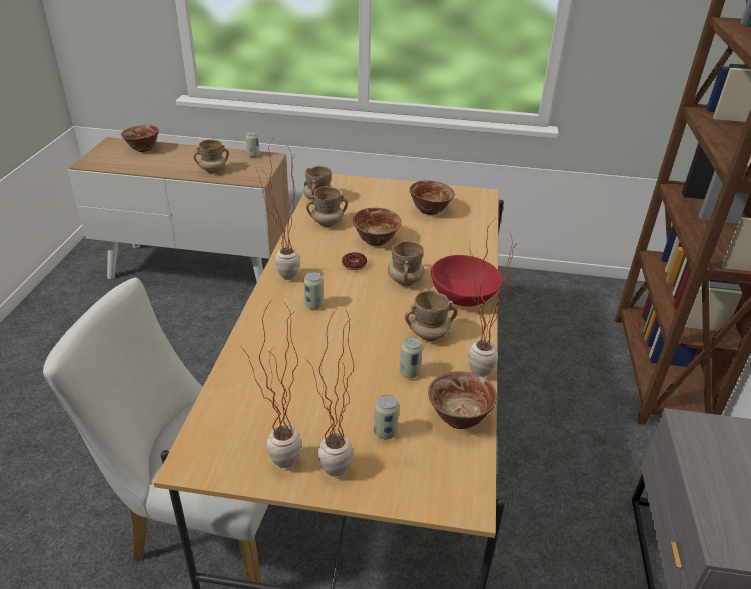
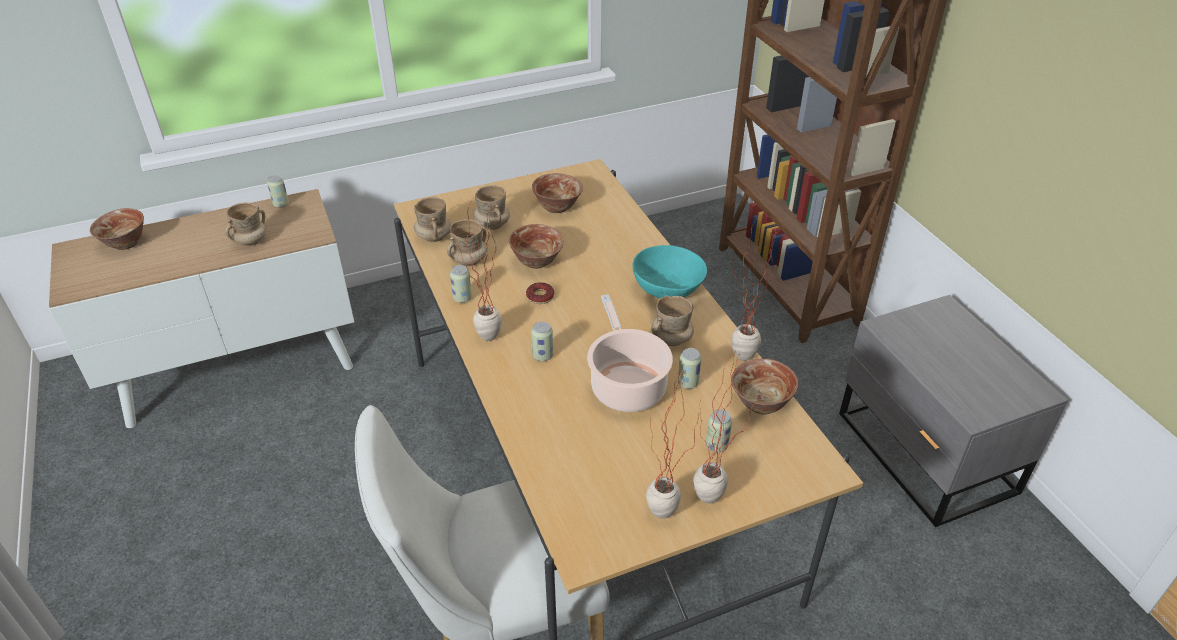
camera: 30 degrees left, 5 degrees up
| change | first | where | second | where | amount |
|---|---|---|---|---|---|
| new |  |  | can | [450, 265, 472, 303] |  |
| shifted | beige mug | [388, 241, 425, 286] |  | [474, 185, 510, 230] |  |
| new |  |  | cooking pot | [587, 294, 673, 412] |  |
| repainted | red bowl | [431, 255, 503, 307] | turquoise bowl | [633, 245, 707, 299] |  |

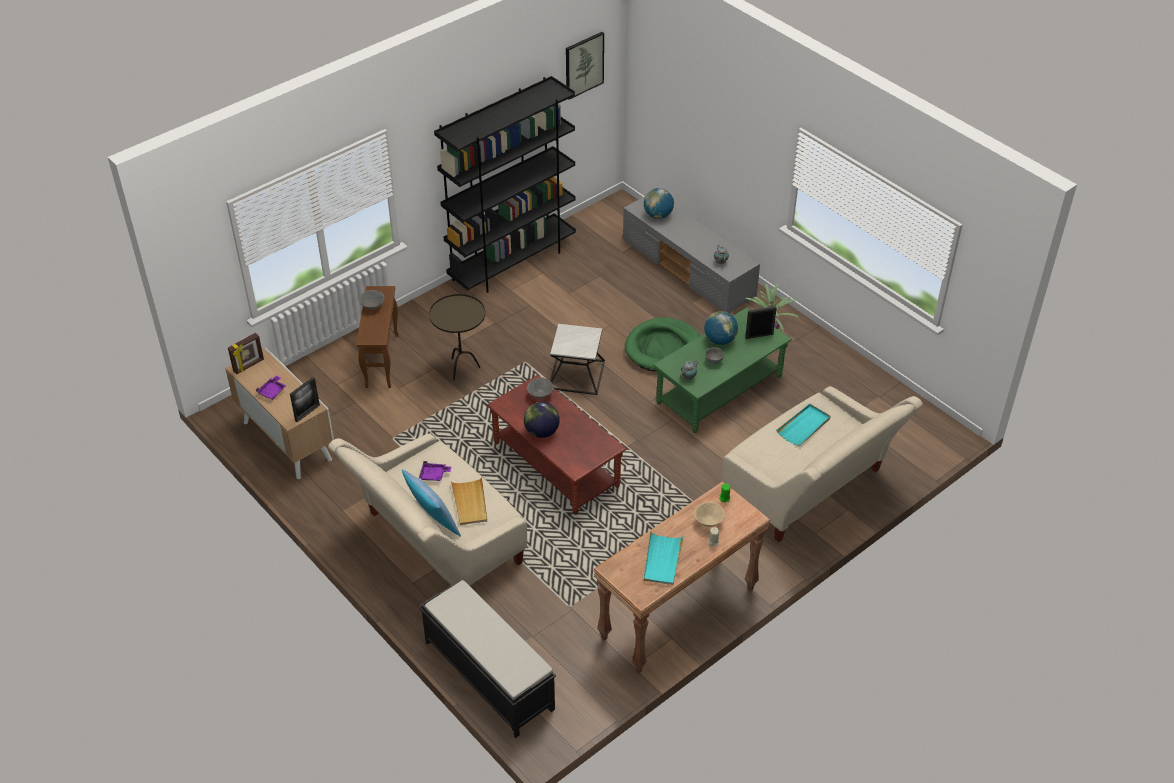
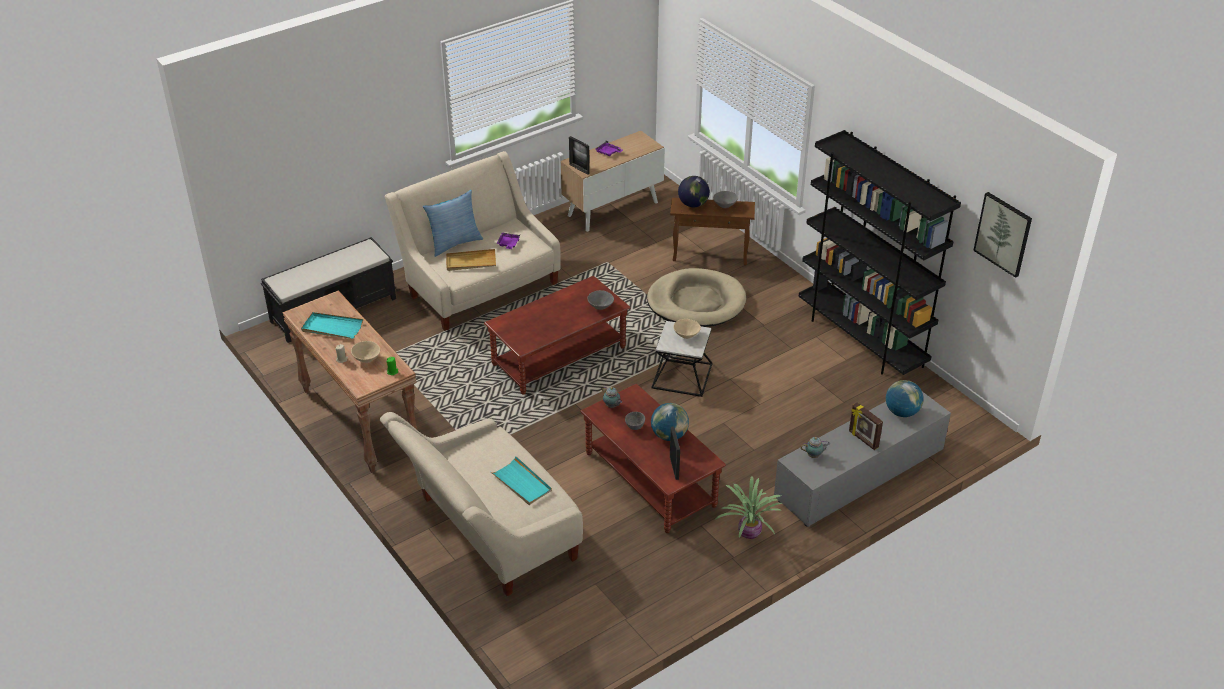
camera: 95 degrees right, 5 degrees down
| change | first | where | second | where | amount |
|---|---|---|---|---|---|
| repainted | green coffee table | [653, 308, 792, 433] | brown coffee table | [580, 384, 726, 533] |  |
| swapped | brown side table | [429, 294, 485, 381] | beige dog bed | [647, 268, 746, 327] |  |
| new |  |  | beige bowl | [673, 319, 701, 339] |  |
| shifted | globe | [524, 402, 560, 438] |  | [678, 176, 710, 207] |  |
| shifted | picture frame | [228, 333, 264, 374] |  | [849, 402, 883, 450] |  |
| gone | green dog bed | [625, 317, 699, 372] |  |  |  |

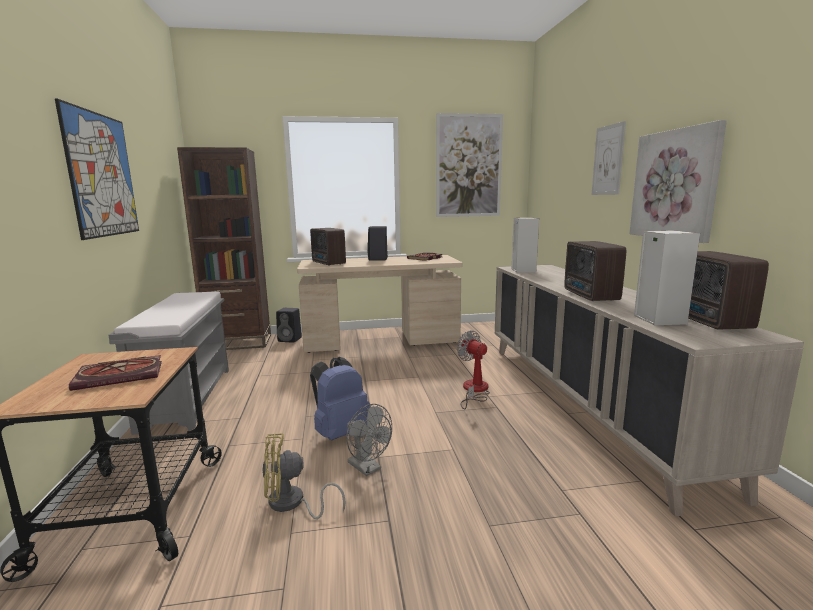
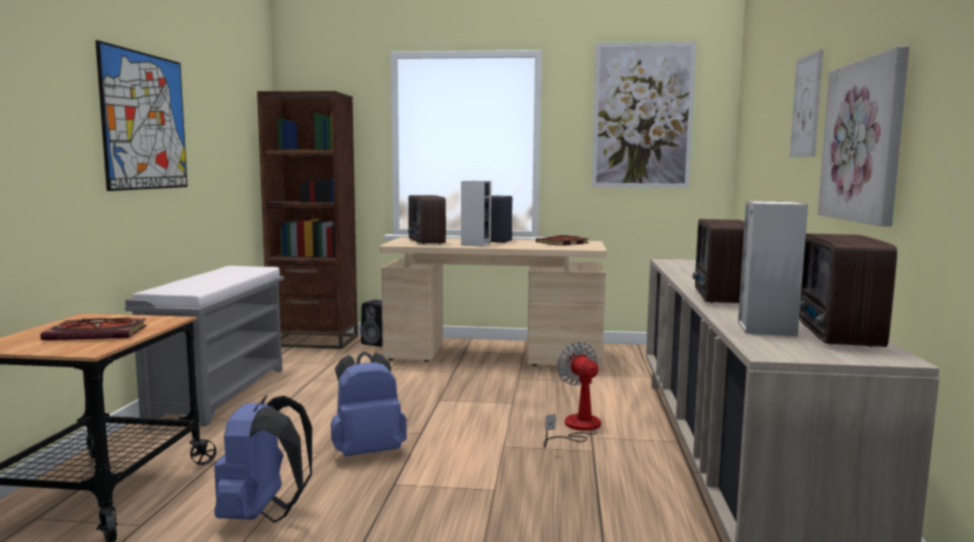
camera: 15 degrees right, 5 degrees down
| change | first | where | second | where | amount |
|---|---|---|---|---|---|
| swapped | yellow fan | [262, 433, 346, 519] | blue backpack | [214, 396, 312, 523] |  |
| shifted | speaker | [512, 218, 539, 272] |  | [461, 181, 491, 247] |  |
| gone | grey fan | [346, 404, 392, 476] |  |  |  |

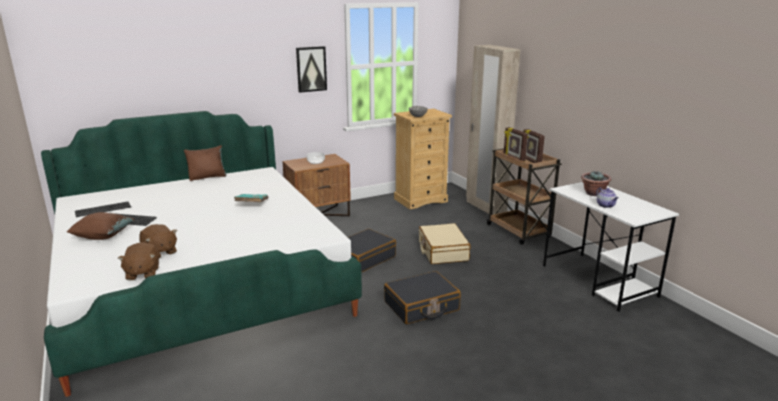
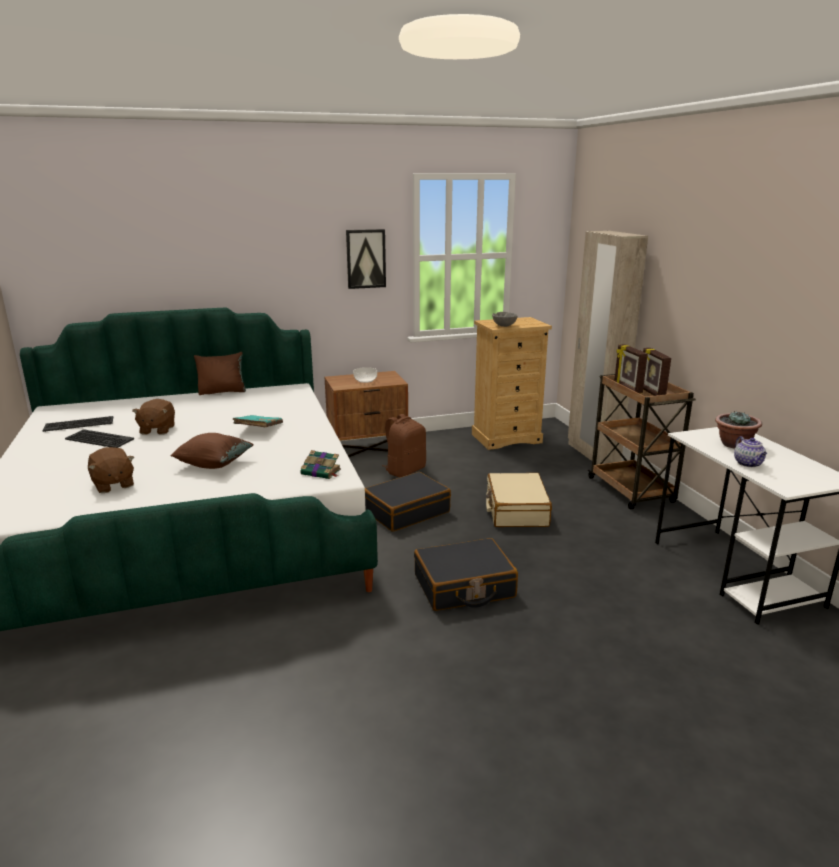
camera: 10 degrees right, 0 degrees up
| change | first | where | second | where | amount |
|---|---|---|---|---|---|
| shifted | brown plush toy | [117, 242, 159, 280] |  | [132, 399, 175, 435] |  |
| shifted | brown pillow | [67, 212, 134, 240] |  | [170, 433, 254, 469] |  |
| new |  |  | book | [300, 450, 341, 479] |  |
| new |  |  | brown backpack | [382, 414, 426, 477] |  |

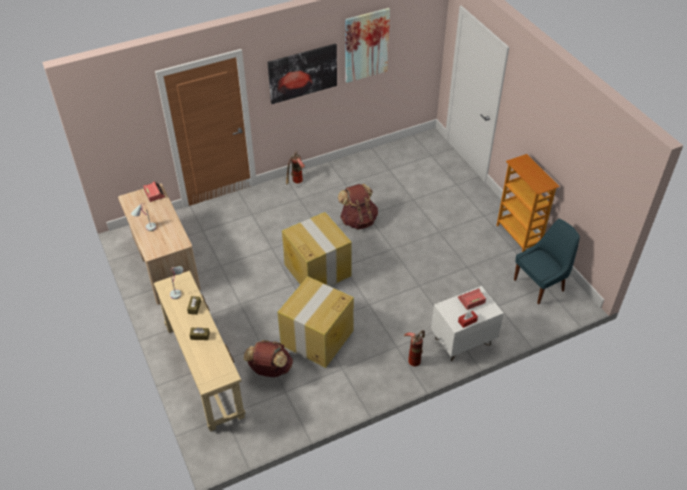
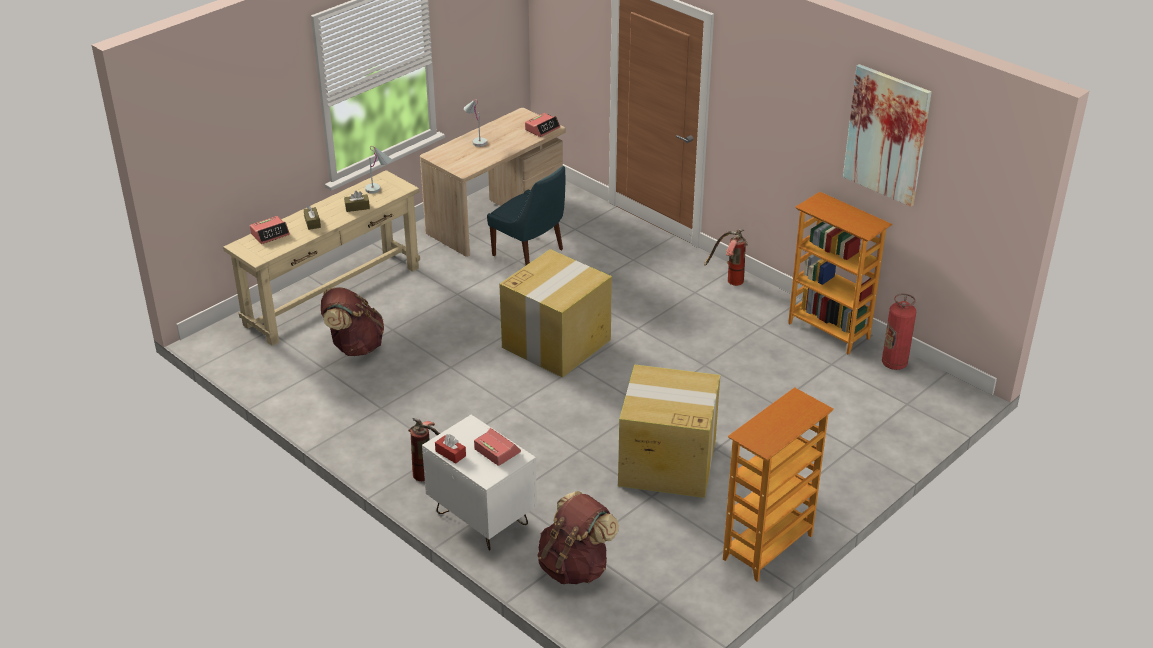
camera: 70 degrees right, 10 degrees down
| change | first | where | second | where | amount |
|---|---|---|---|---|---|
| new |  |  | alarm clock | [250, 216, 290, 244] |  |
| shifted | blue chair | [514, 219, 580, 305] |  | [487, 166, 565, 265] |  |
| shifted | brown backpack | [338, 184, 378, 230] |  | [537, 491, 619, 584] |  |
| shifted | cardboard box | [278, 276, 354, 368] |  | [618, 364, 720, 498] |  |
| new |  |  | bookcase | [788, 192, 892, 355] |  |
| new |  |  | fire extinguisher | [882, 293, 916, 370] |  |
| gone | picture | [267, 44, 337, 104] |  |  |  |

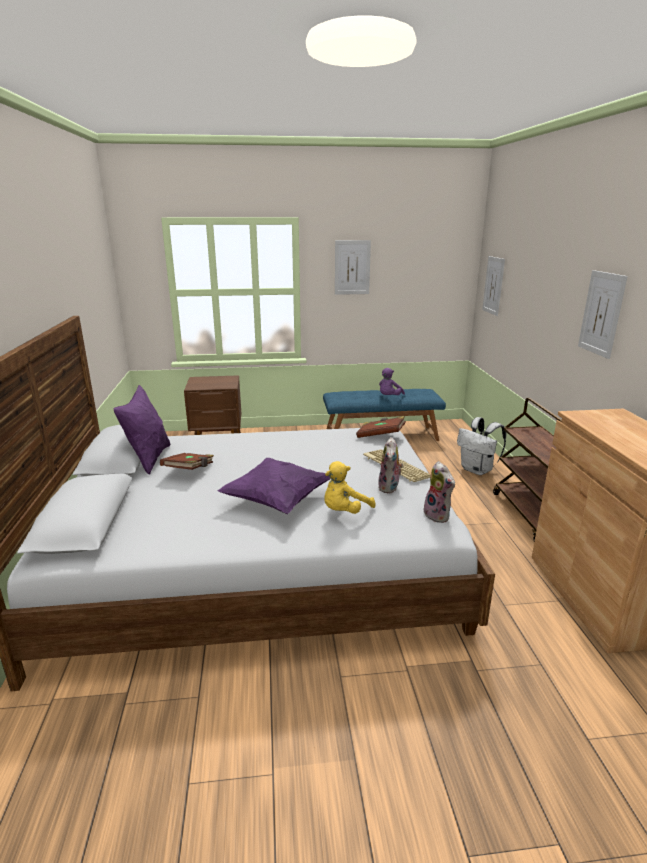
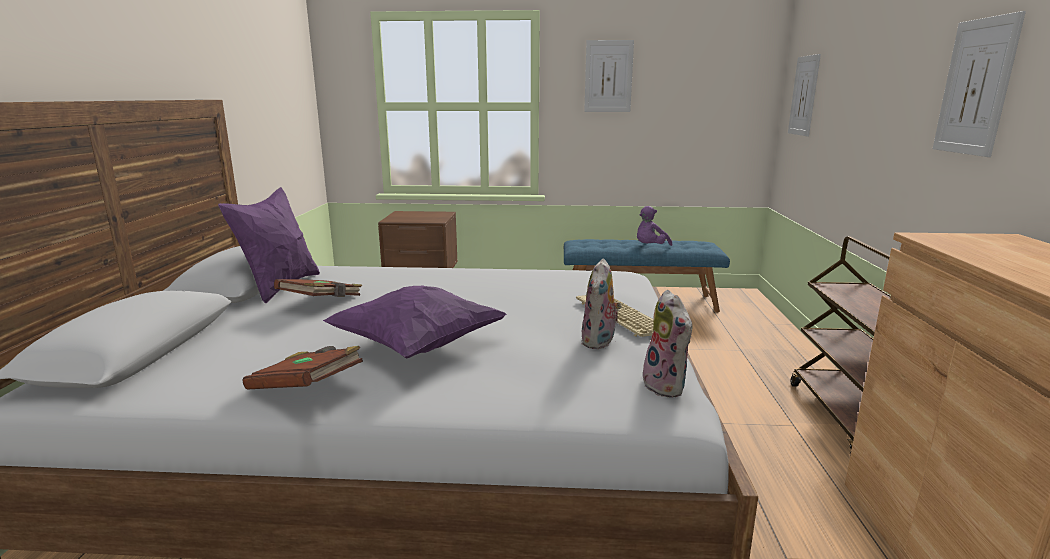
camera: 10 degrees right, 5 degrees down
| change | first | where | second | where | amount |
|---|---|---|---|---|---|
| shifted | brown book | [356, 416, 406, 438] |  | [242, 346, 363, 390] |  |
| gone | yellow plush toy | [324, 461, 375, 514] |  |  |  |
| gone | white backpack | [457, 417, 506, 475] |  |  |  |

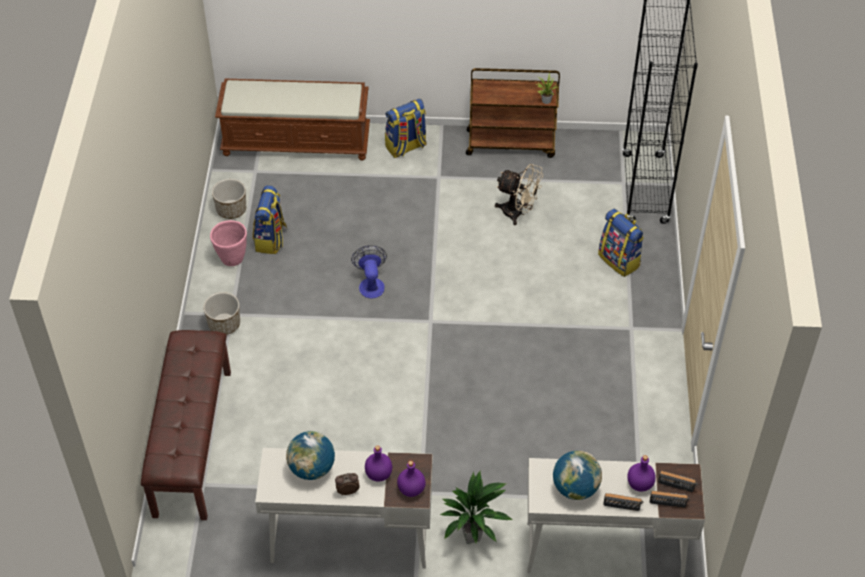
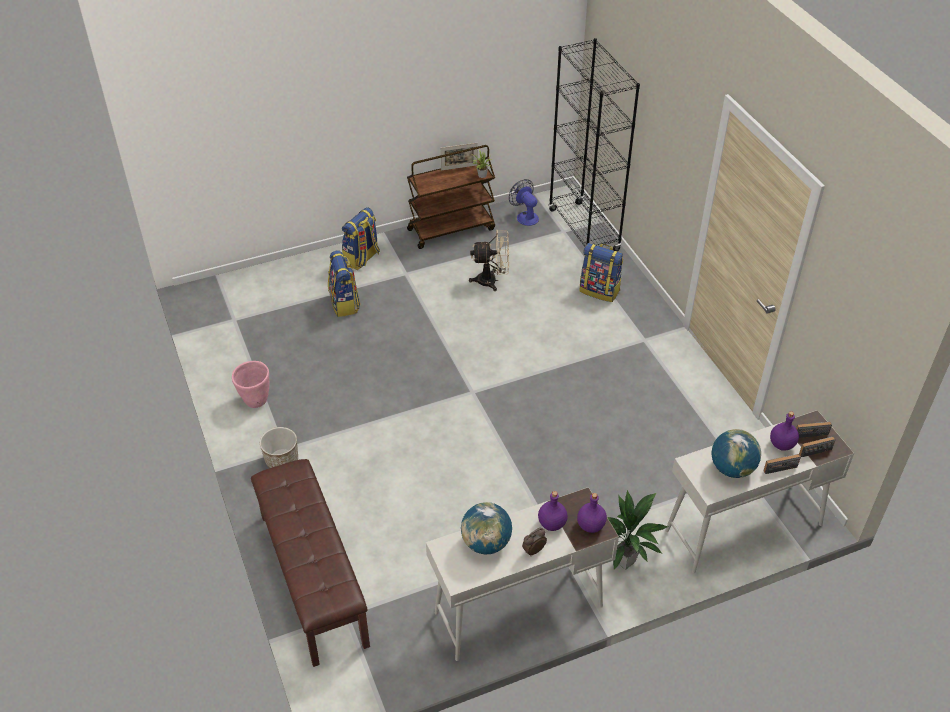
camera: 25 degrees left, 5 degrees down
| change | first | where | second | where | amount |
|---|---|---|---|---|---|
| shifted | backpack | [253, 185, 287, 254] |  | [328, 250, 360, 317] |  |
| new |  |  | picture frame | [440, 143, 478, 170] |  |
| shifted | fan | [351, 245, 387, 298] |  | [509, 179, 539, 226] |  |
| gone | planter | [212, 179, 246, 219] |  |  |  |
| gone | brown bench | [215, 78, 370, 160] |  |  |  |

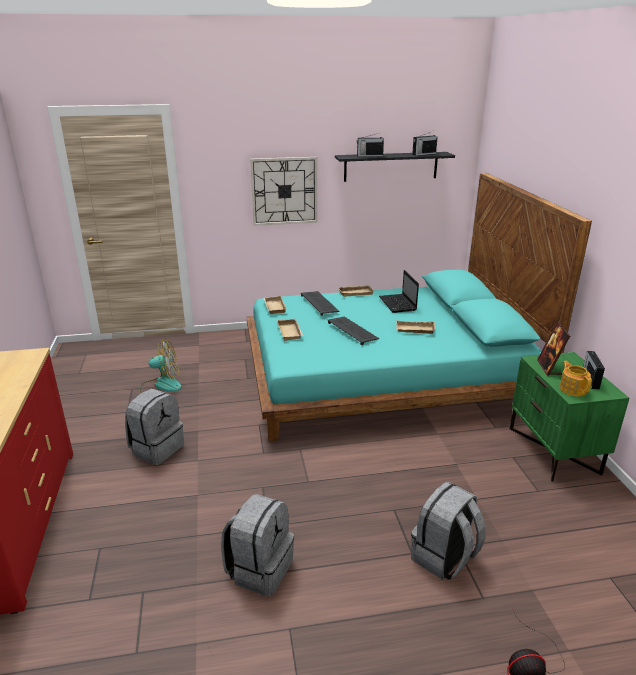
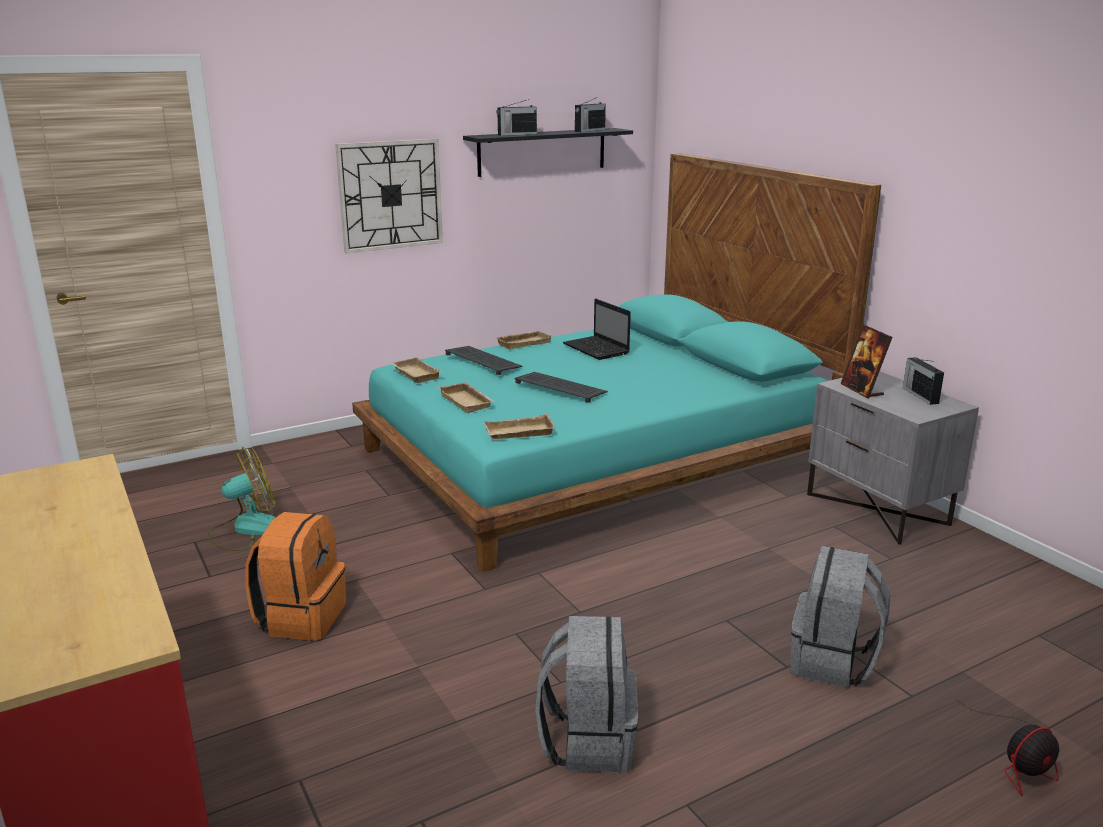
camera: 20 degrees left, 5 degrees down
| change | first | where | second | where | amount |
|---|---|---|---|---|---|
| repainted | grey backpack | [125, 389, 184, 465] | orange backpack | [245, 512, 346, 640] |  |
| shifted | beige tray | [396, 320, 435, 334] |  | [483, 414, 556, 439] |  |
| repainted | green nightstand | [510, 352, 629, 482] | grey nightstand | [807, 371, 979, 544] |  |
| gone | teapot | [559, 361, 592, 397] |  |  |  |

